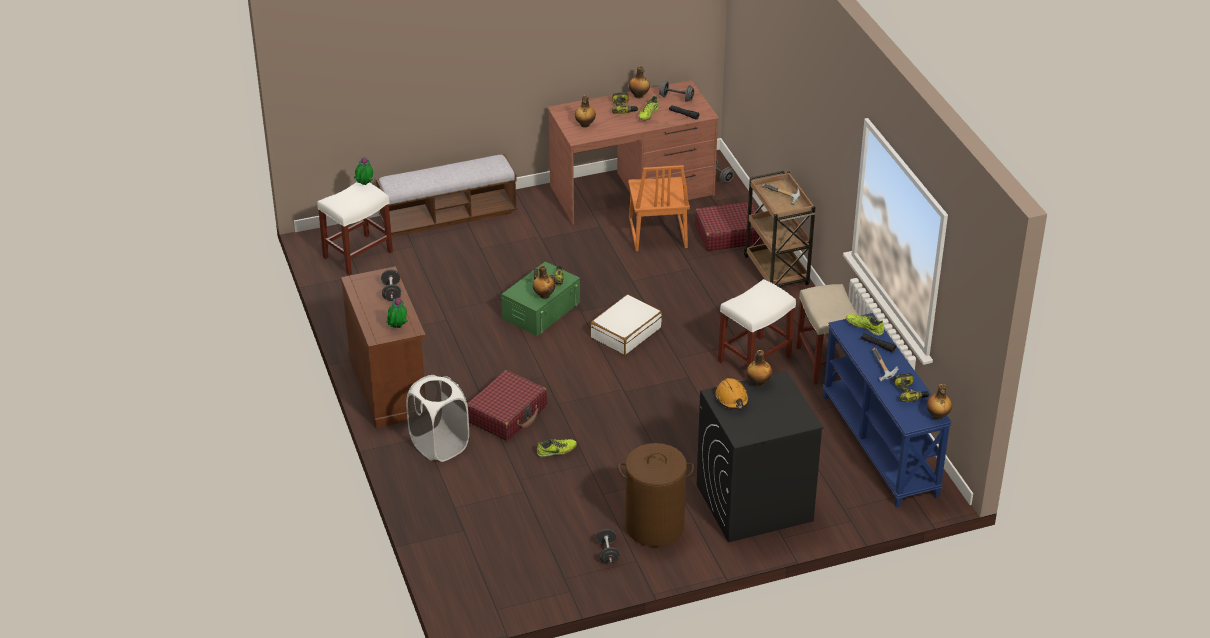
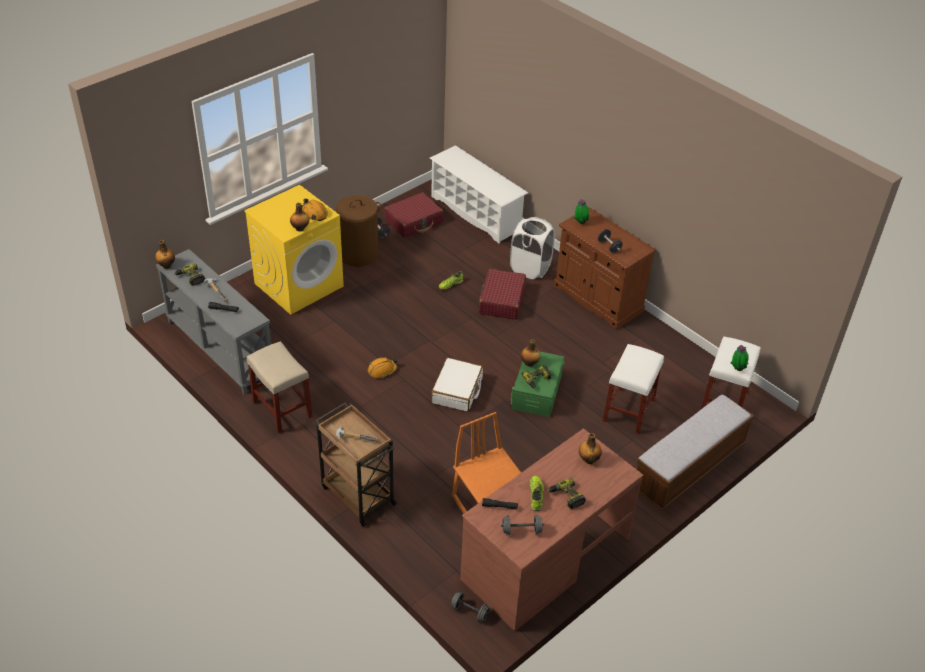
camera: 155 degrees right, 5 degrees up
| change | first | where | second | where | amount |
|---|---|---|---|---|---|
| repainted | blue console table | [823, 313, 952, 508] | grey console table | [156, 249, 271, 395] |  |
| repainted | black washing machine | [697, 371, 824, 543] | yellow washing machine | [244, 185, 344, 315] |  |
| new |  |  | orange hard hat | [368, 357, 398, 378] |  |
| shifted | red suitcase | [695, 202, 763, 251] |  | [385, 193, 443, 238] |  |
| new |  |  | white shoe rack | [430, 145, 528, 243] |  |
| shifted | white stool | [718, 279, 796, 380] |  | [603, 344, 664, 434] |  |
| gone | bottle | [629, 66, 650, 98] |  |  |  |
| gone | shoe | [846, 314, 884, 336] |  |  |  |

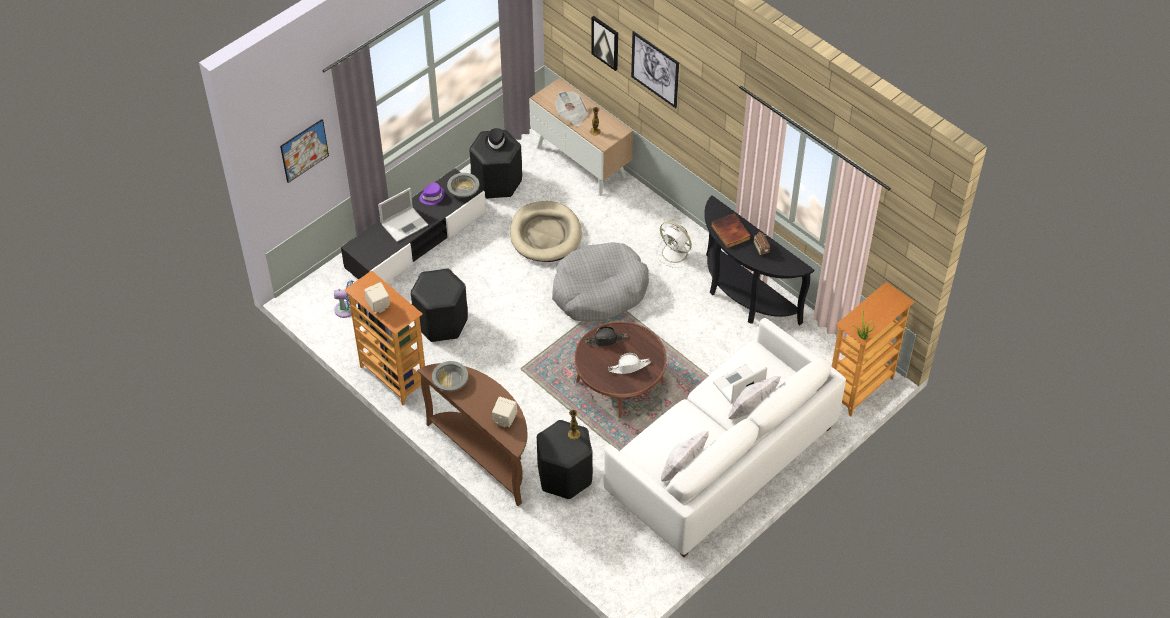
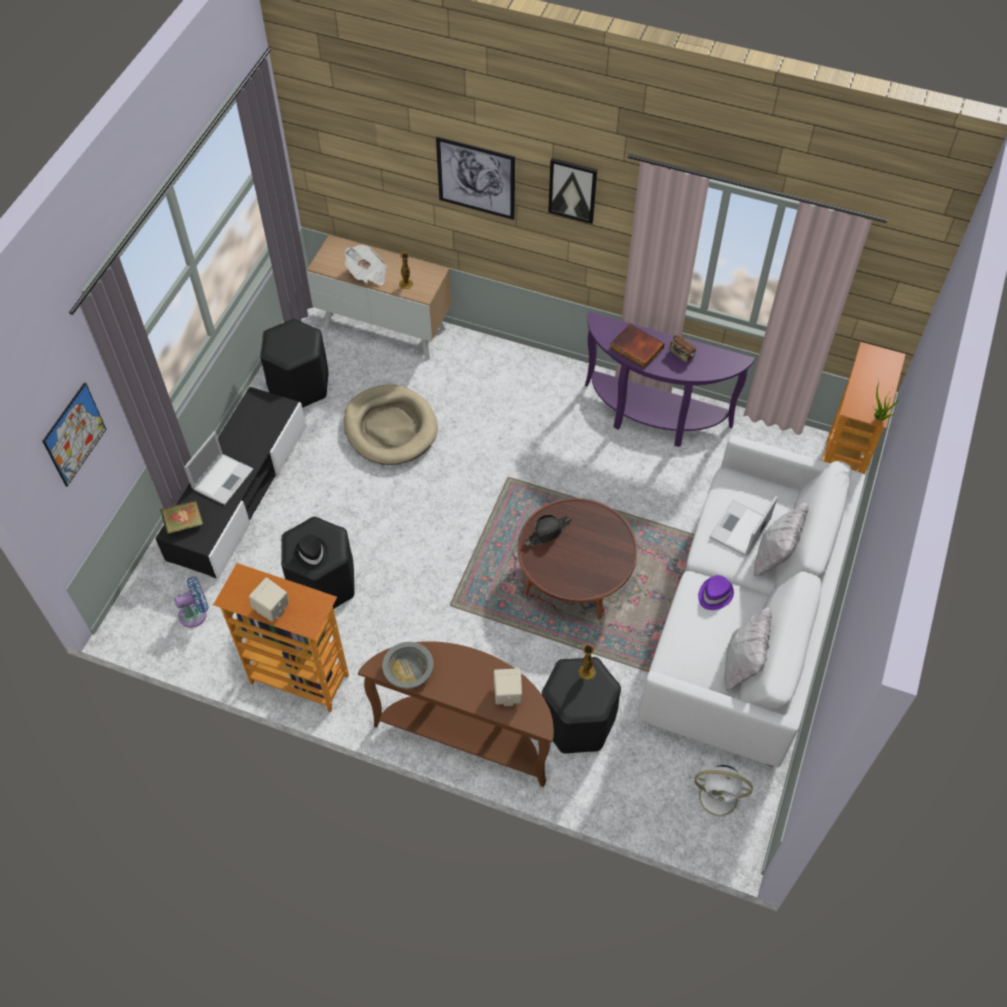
camera: 25 degrees left, 5 degrees up
| change | first | where | second | where | amount |
|---|---|---|---|---|---|
| new |  |  | book | [160, 500, 203, 534] |  |
| shifted | black hat | [485, 128, 508, 153] |  | [295, 534, 328, 570] |  |
| shifted | picture | [591, 16, 618, 71] |  | [548, 158, 597, 224] |  |
| repainted | black console table | [704, 195, 814, 325] | purple console table | [585, 312, 755, 447] |  |
| shifted | white fan | [656, 221, 695, 268] |  | [690, 765, 753, 824] |  |
| shifted | purple hat | [419, 183, 445, 205] |  | [698, 575, 734, 610] |  |
| gone | grey bowl | [447, 173, 479, 197] |  |  |  |
| gone | grey dog bed | [552, 242, 649, 322] |  |  |  |
| gone | white hat | [608, 353, 651, 374] |  |  |  |

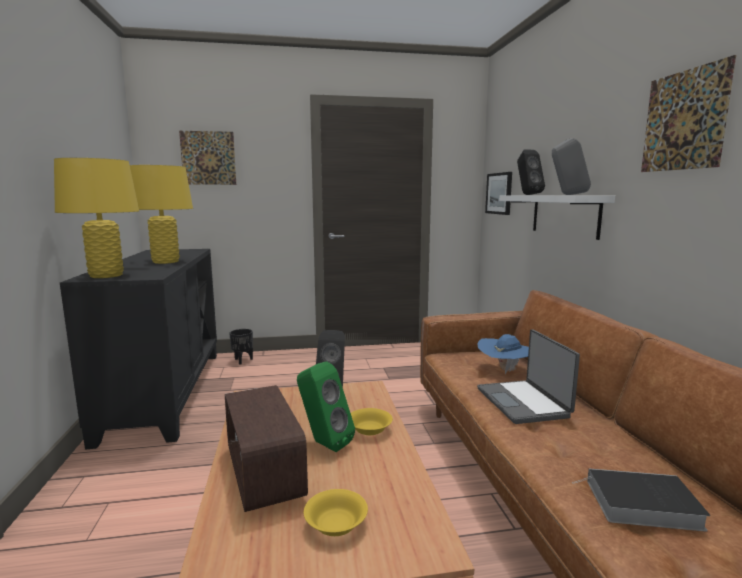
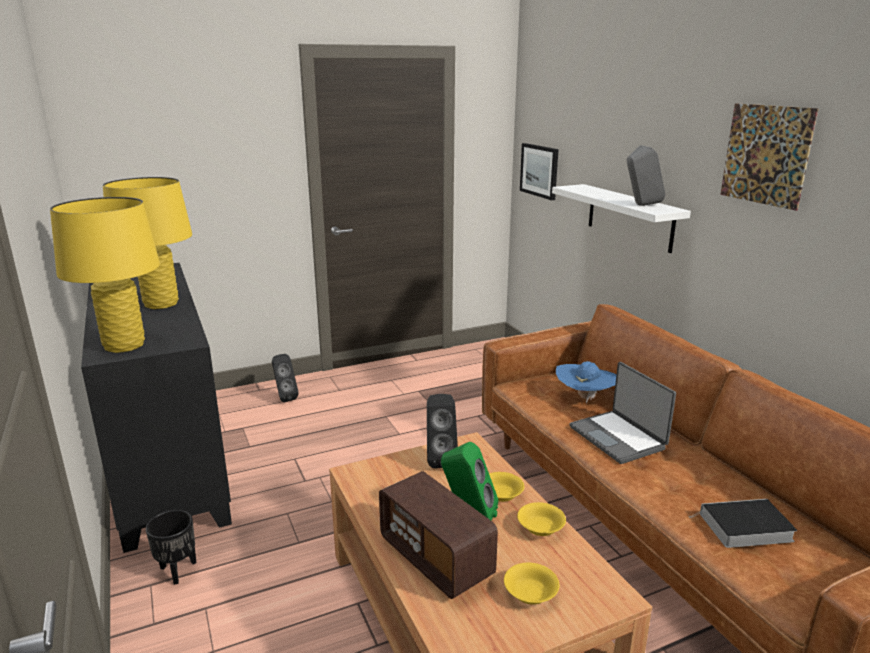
camera: 15 degrees left, 10 degrees up
| change | first | where | second | where | amount |
|---|---|---|---|---|---|
| shifted | black planter | [229, 329, 253, 365] |  | [146, 510, 197, 585] |  |
| shifted | black speaker | [517, 149, 545, 195] |  | [272, 354, 299, 402] |  |
| new |  |  | yellow bowl | [517, 502, 566, 536] |  |
| gone | picture | [179, 131, 236, 185] |  |  |  |

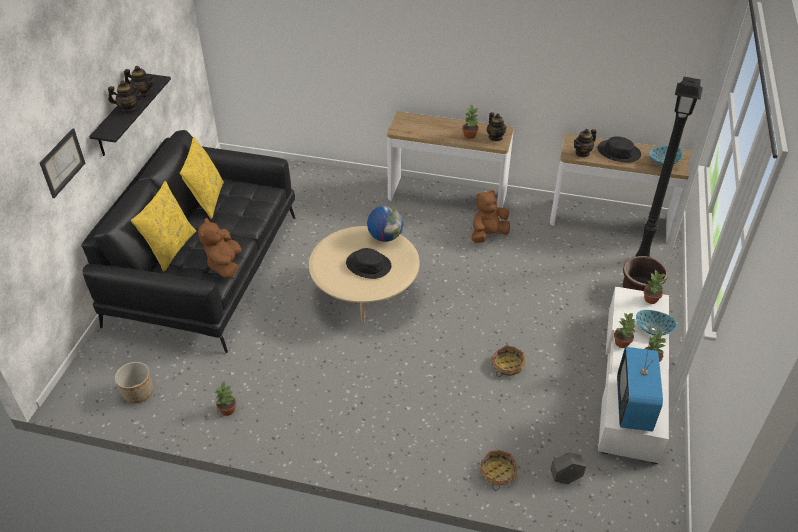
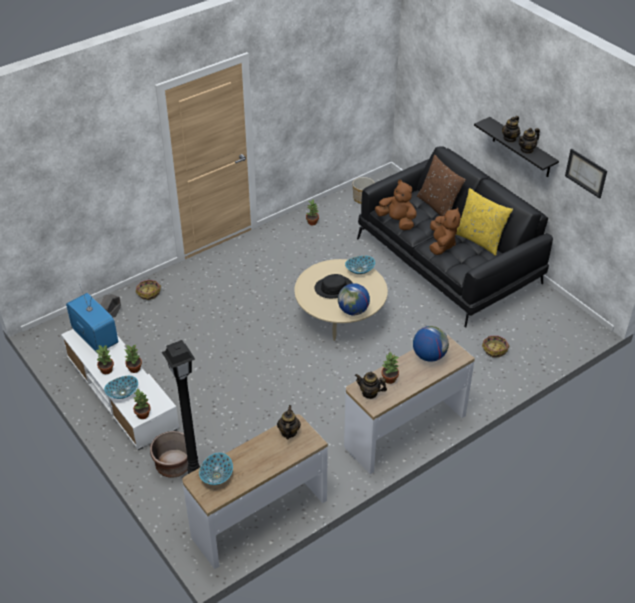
camera: 130 degrees right, 0 degrees up
| change | first | where | second | where | amount |
|---|---|---|---|---|---|
| new |  |  | bowl | [345, 256, 375, 274] |  |
| new |  |  | globe | [413, 326, 449, 362] |  |
| repainted | yellow pillow | [131, 181, 196, 272] | brown pillow | [417, 155, 466, 216] |  |
| shifted | brown plush toy | [471, 190, 510, 243] |  | [429, 207, 460, 255] |  |
| shifted | basket | [491, 345, 525, 377] |  | [482, 336, 509, 357] |  |
| shifted | picture | [40, 128, 85, 198] |  | [565, 149, 607, 199] |  |
| gone | black hat | [597, 136, 641, 163] |  |  |  |

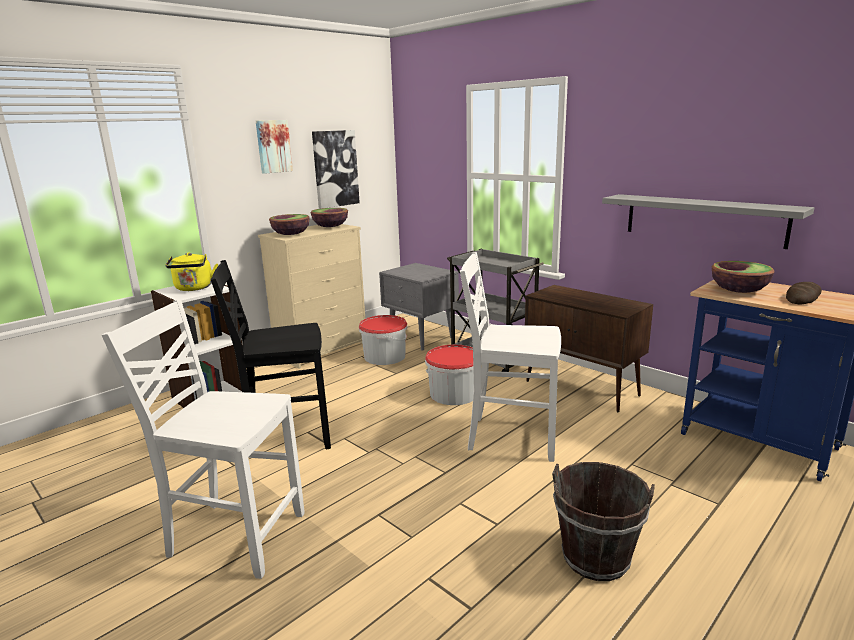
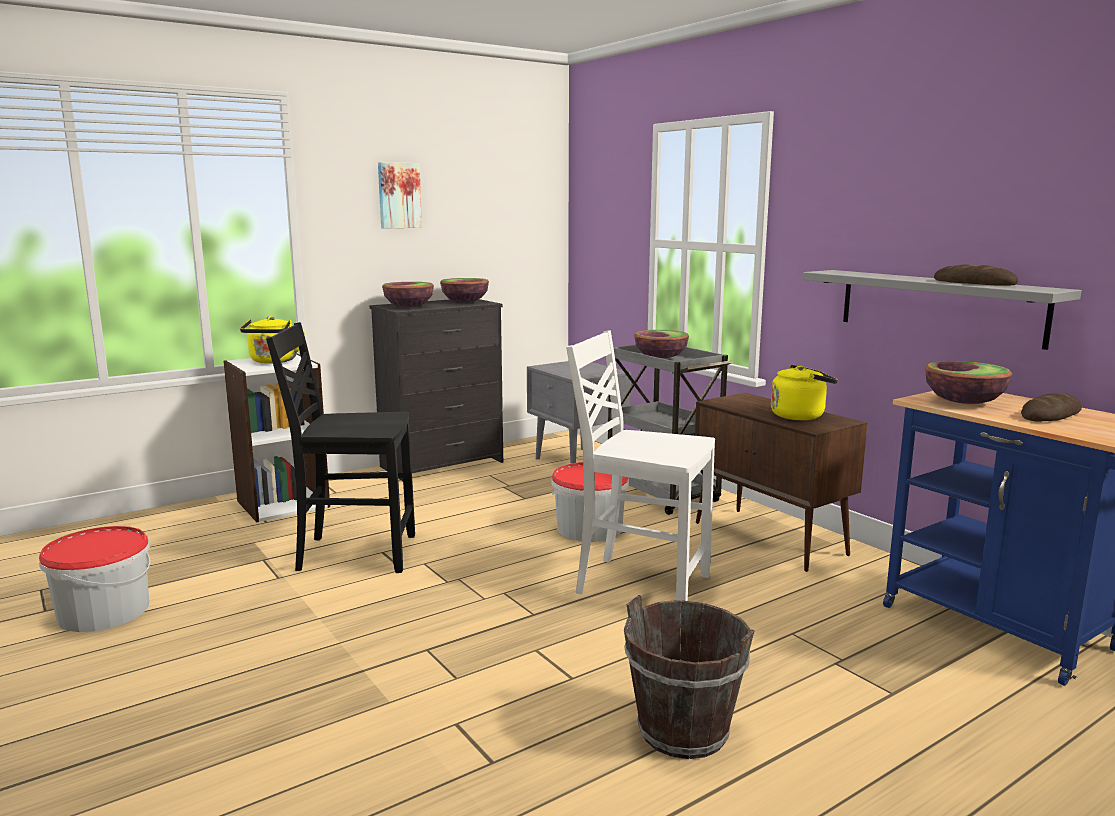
camera: 10 degrees right, 5 degrees down
| change | first | where | second | where | amount |
|---|---|---|---|---|---|
| shifted | bucket | [359, 315, 407, 365] |  | [39, 526, 150, 632] |  |
| repainted | beige dresser | [258, 224, 365, 369] | black dresser | [369, 299, 503, 481] |  |
| new |  |  | bowl | [634, 330, 689, 358] |  |
| new |  |  | yellow kettle | [771, 365, 838, 420] |  |
| new |  |  | bread | [934, 264, 1018, 286] |  |
| gone | white chair | [102, 299, 305, 579] |  |  |  |
| gone | picture | [312, 130, 360, 209] |  |  |  |

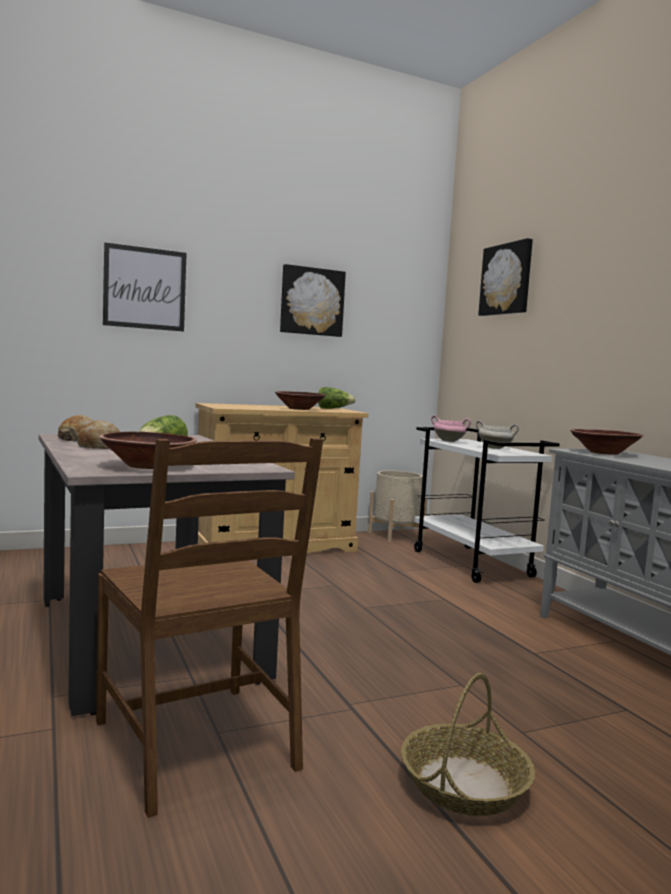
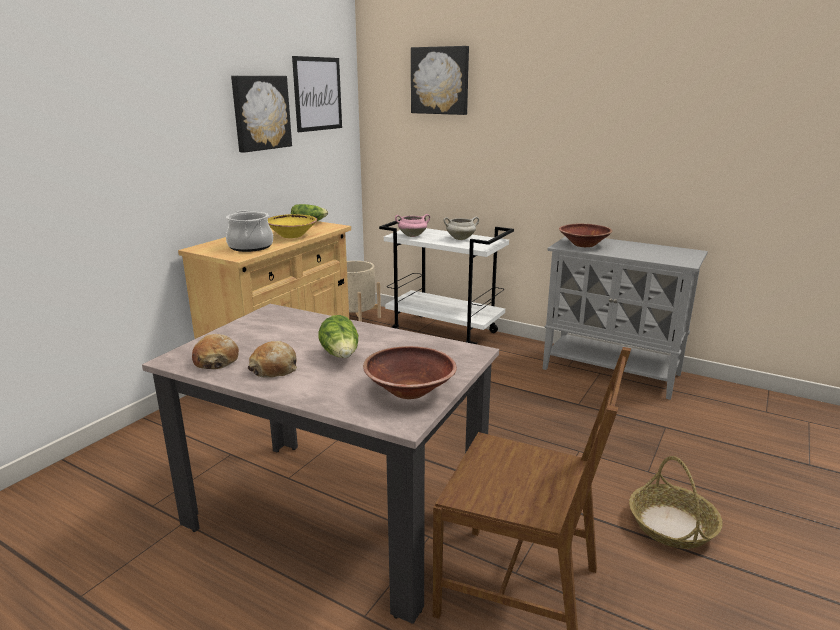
camera: 35 degrees left, 15 degrees up
| change | first | where | second | where | amount |
|---|---|---|---|---|---|
| new |  |  | cooking pot | [226, 210, 273, 252] |  |
| repainted | brown bowl | [275, 391, 326, 410] | yellow bowl | [268, 214, 317, 238] |  |
| shifted | picture | [103, 242, 187, 332] |  | [292, 56, 342, 132] |  |

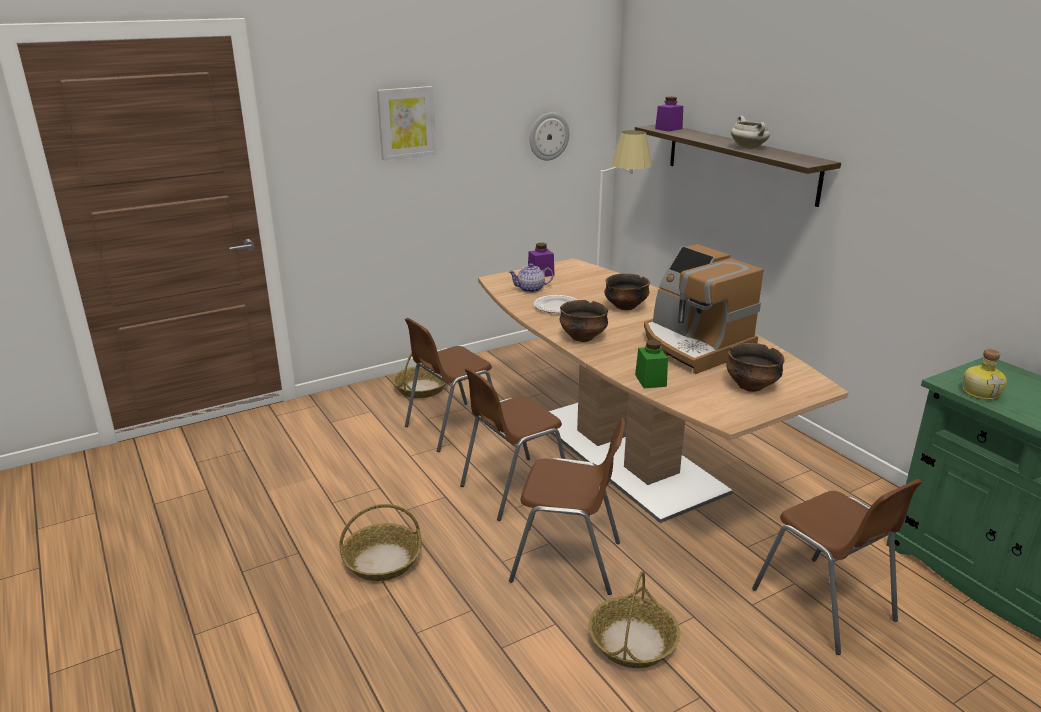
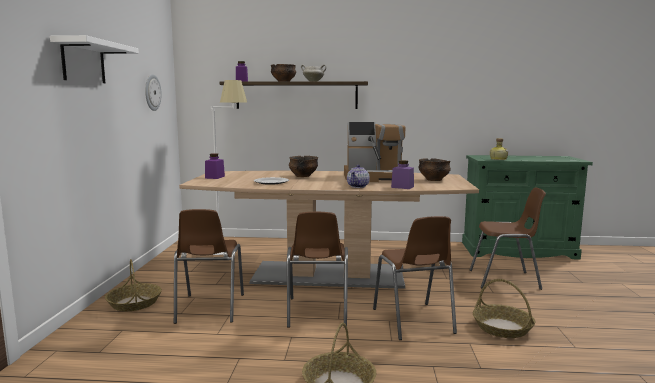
camera: 55 degrees left, 15 degrees down
| change | first | where | second | where | amount |
|---|---|---|---|---|---|
| swapped | picture | [377, 86, 436, 160] | white shelf | [50, 35, 139, 83] |  |
| shifted | bowl | [560, 300, 608, 342] |  | [271, 64, 296, 81] |  |
| shifted | teapot | [508, 263, 553, 293] |  | [347, 165, 370, 188] |  |
| rotated | brown chair | [509, 418, 626, 595] |  | [373, 216, 457, 340] | 120 degrees clockwise |
| repainted | green jar | [635, 339, 668, 388] | purple jar | [391, 160, 414, 189] |  |

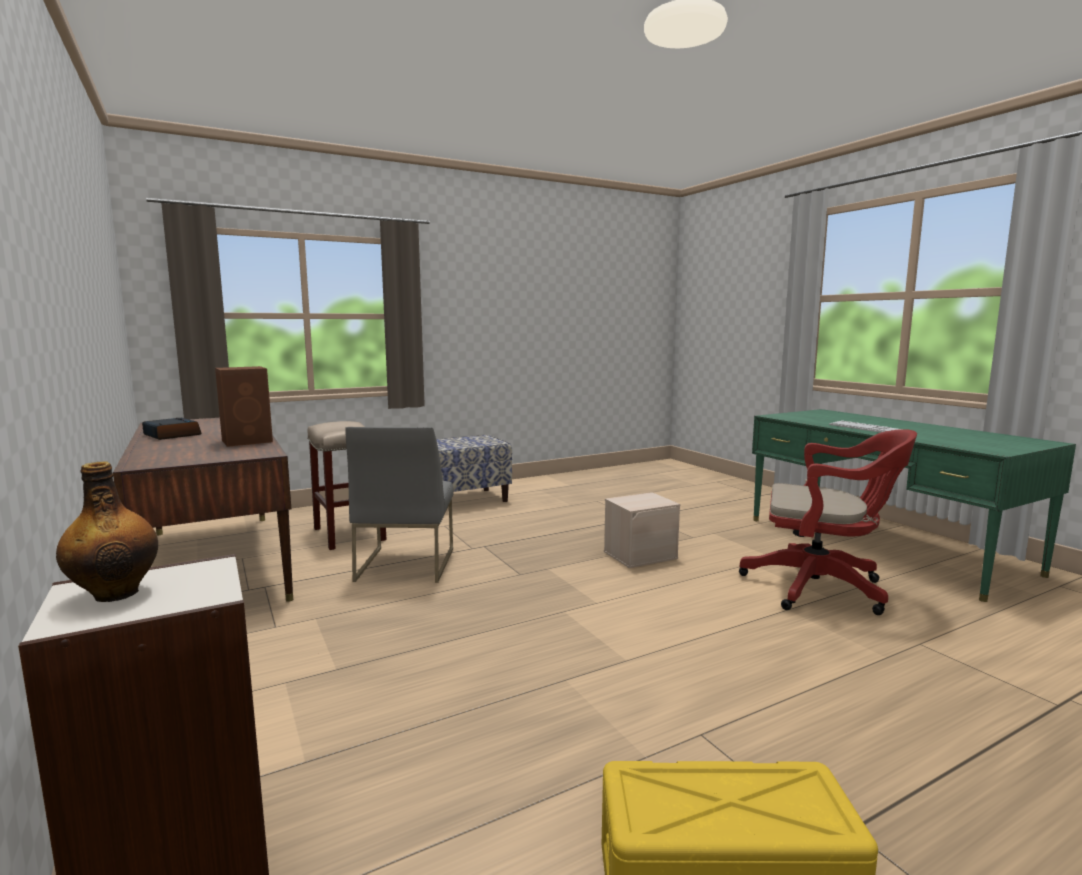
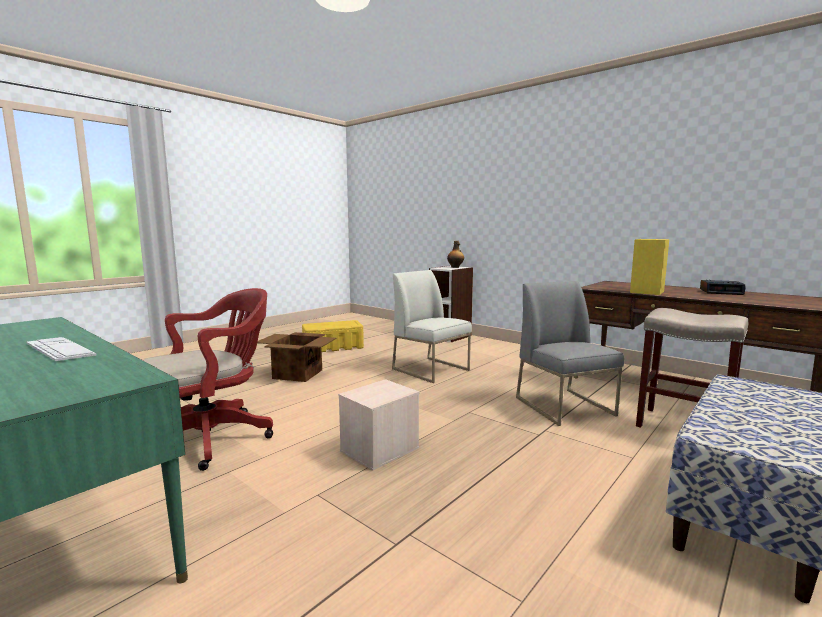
camera: 160 degrees right, 0 degrees up
| change | first | where | second | where | amount |
|---|---|---|---|---|---|
| rotated | red office chair | [739, 429, 917, 615] |  | [143, 288, 273, 471] | 135 degrees clockwise |
| new |  |  | cardboard box | [257, 332, 337, 382] |  |
| new |  |  | white chair | [392, 270, 472, 383] |  |
| repainted | brown speaker | [215, 366, 273, 447] | yellow speaker | [630, 239, 669, 295] |  |

